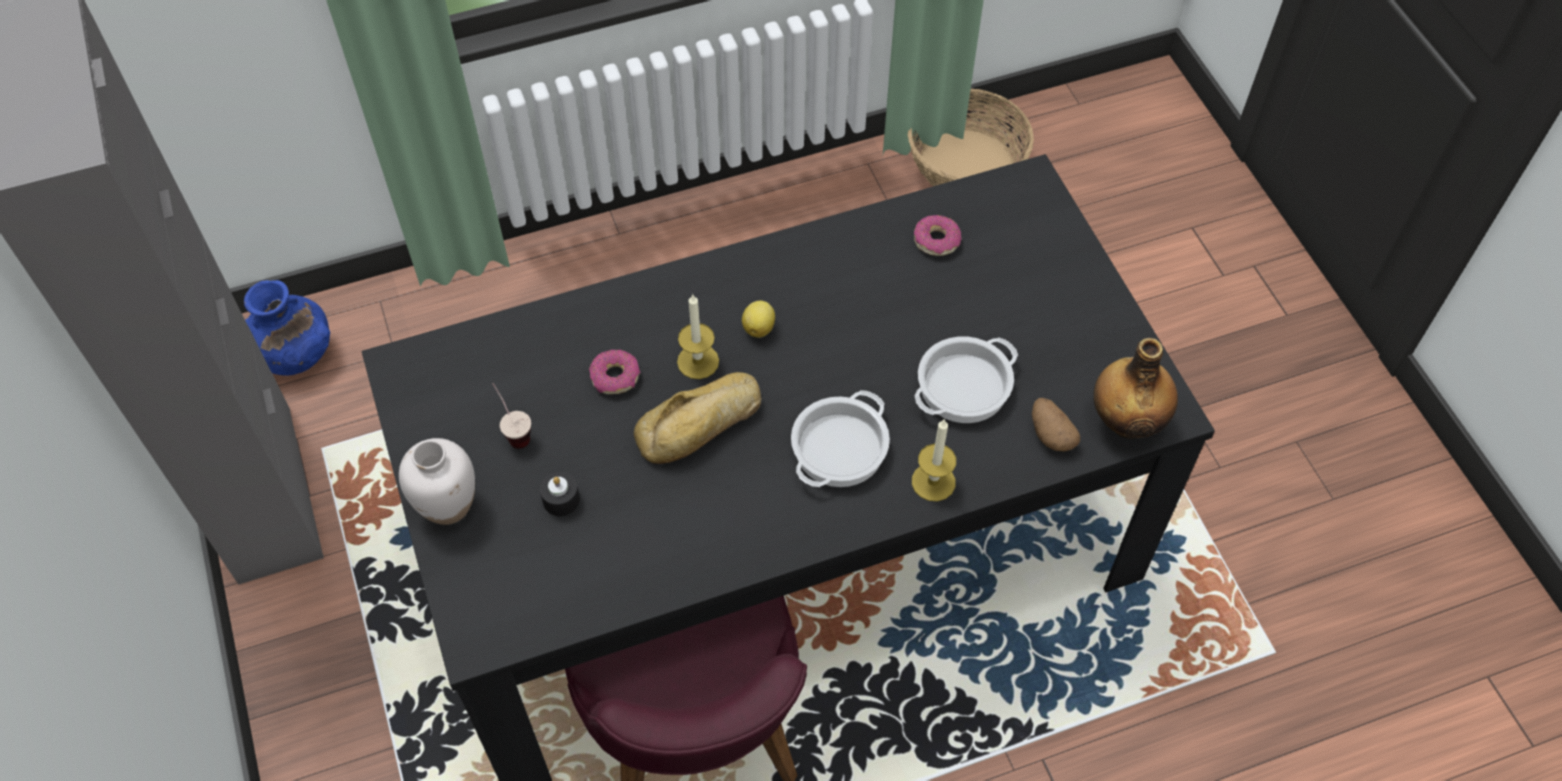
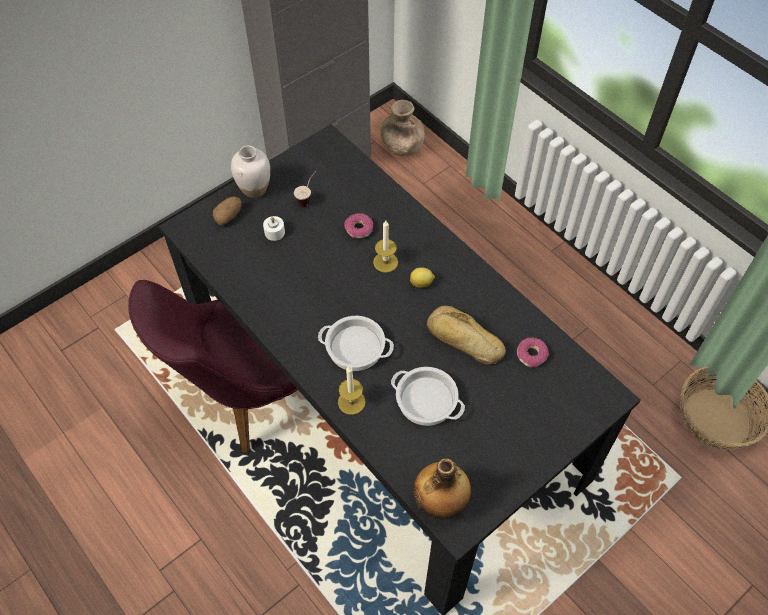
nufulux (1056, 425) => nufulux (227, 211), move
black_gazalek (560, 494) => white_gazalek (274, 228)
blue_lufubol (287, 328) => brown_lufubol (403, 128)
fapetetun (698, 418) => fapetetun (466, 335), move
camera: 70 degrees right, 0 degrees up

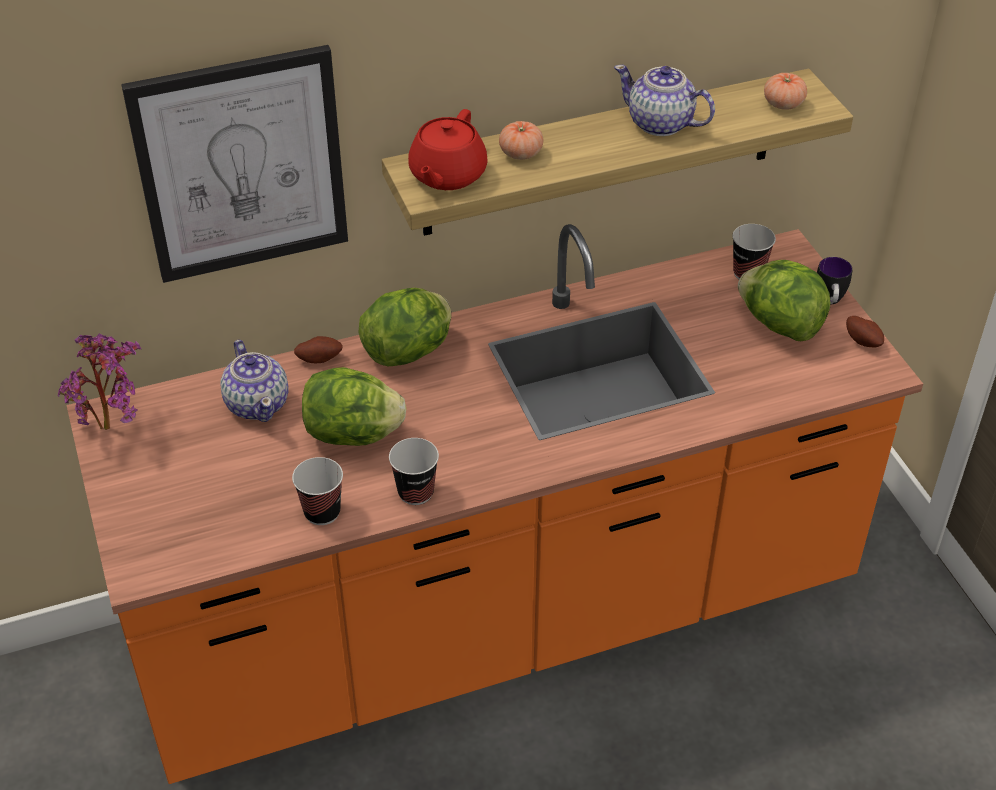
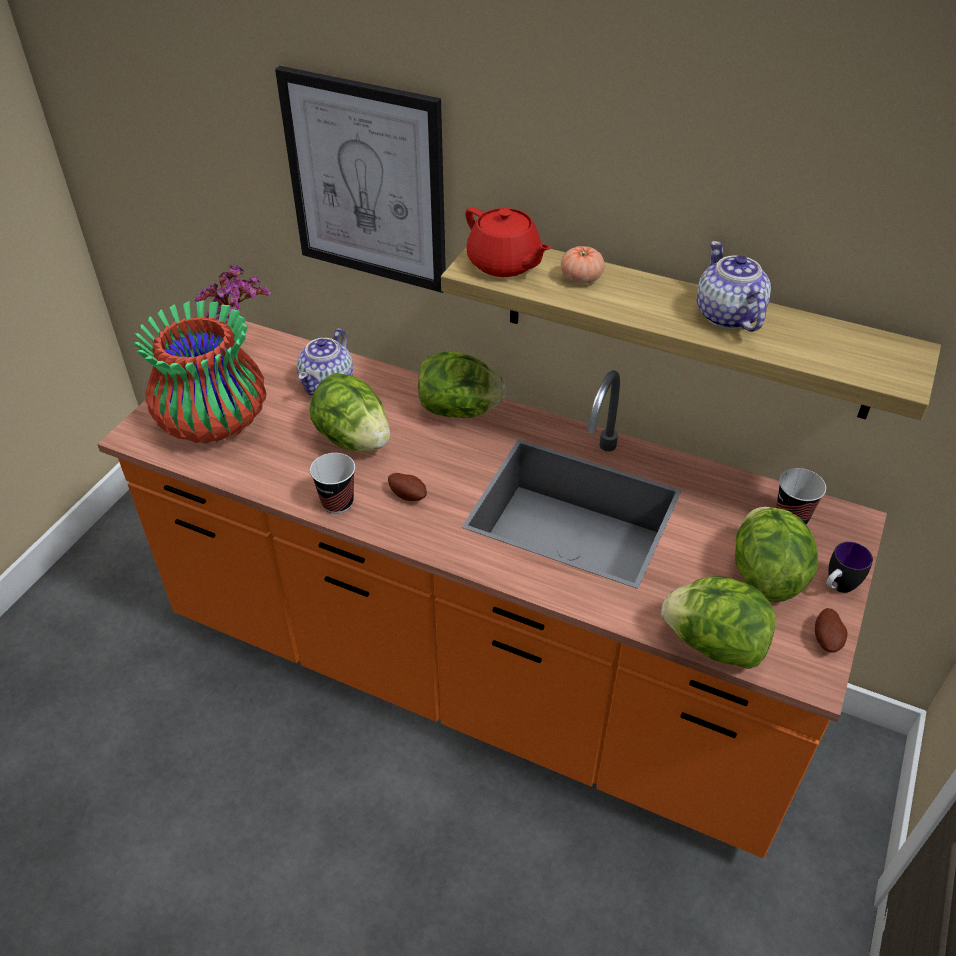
nothing => lufubol (200, 371)
nufulux (318, 349) => nufulux (407, 487), move
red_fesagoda (448, 149) => red_fesagoda (508, 242), 105 degrees counterclockwise
nothing => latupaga (718, 622)
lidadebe (317, 491) => nothing
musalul (785, 91) => nothing
camera: 45 degrees right, 0 degrees up

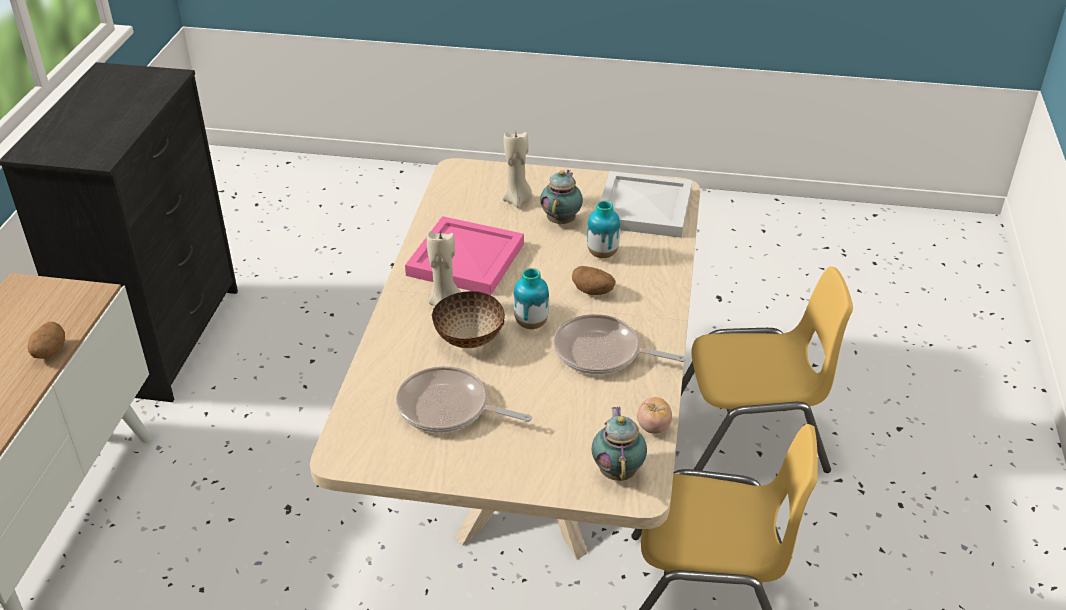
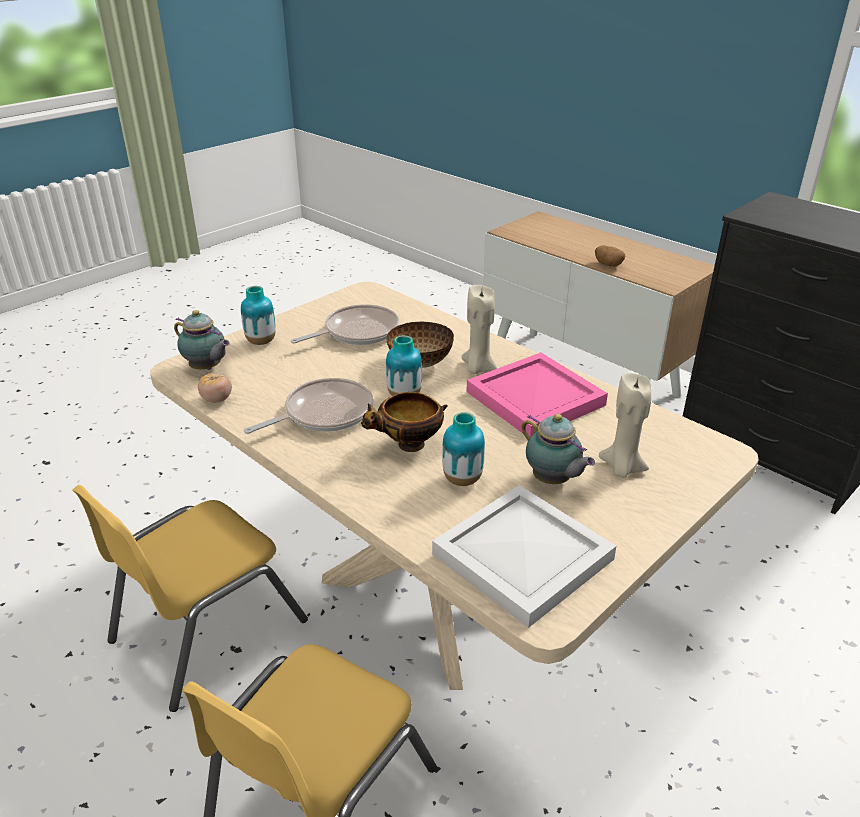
nothing => lufubol (258, 315)
nufulux (594, 280) => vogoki (404, 422)
camera: 125 degrees right, 5 degrees down

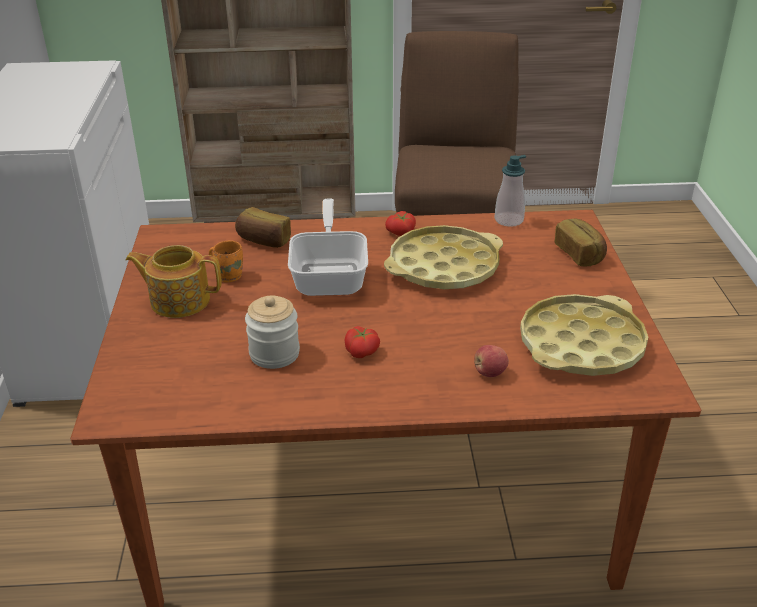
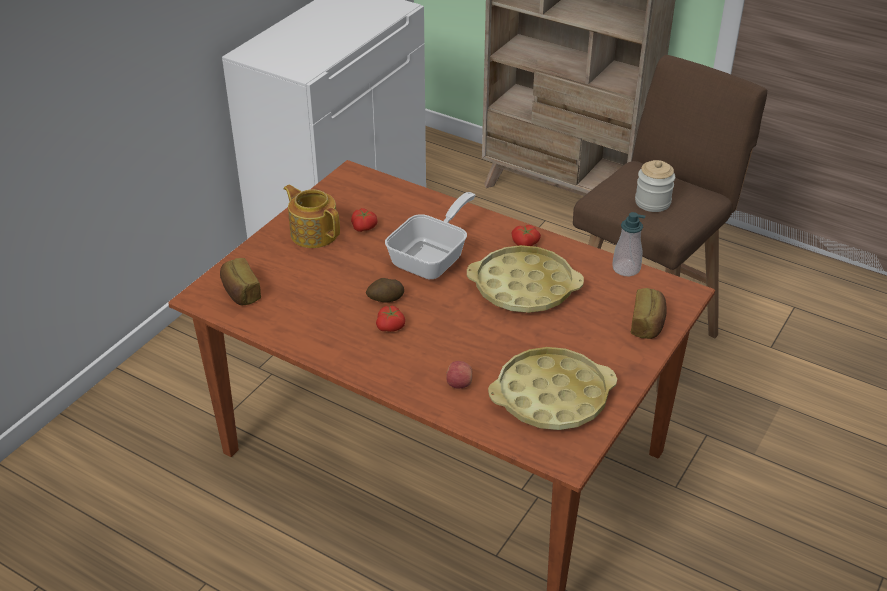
fapetetun (263, 227) => fapetetun (240, 281), move
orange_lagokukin (226, 261) => musalul (364, 220)
nothing => nufulux (385, 290)
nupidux (272, 332) => nupidux (655, 186), move
camera: 35 degrees right, 5 degrees up

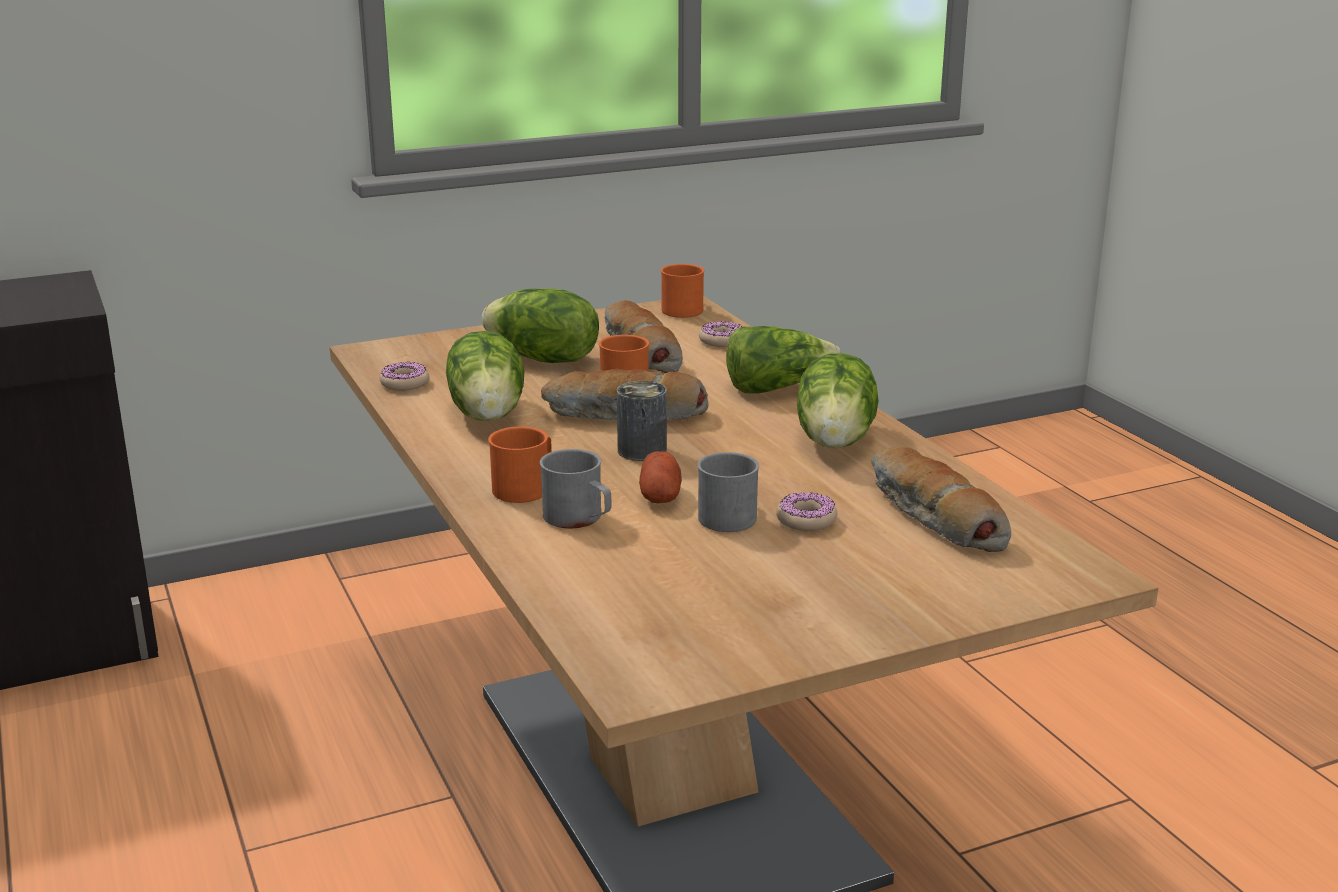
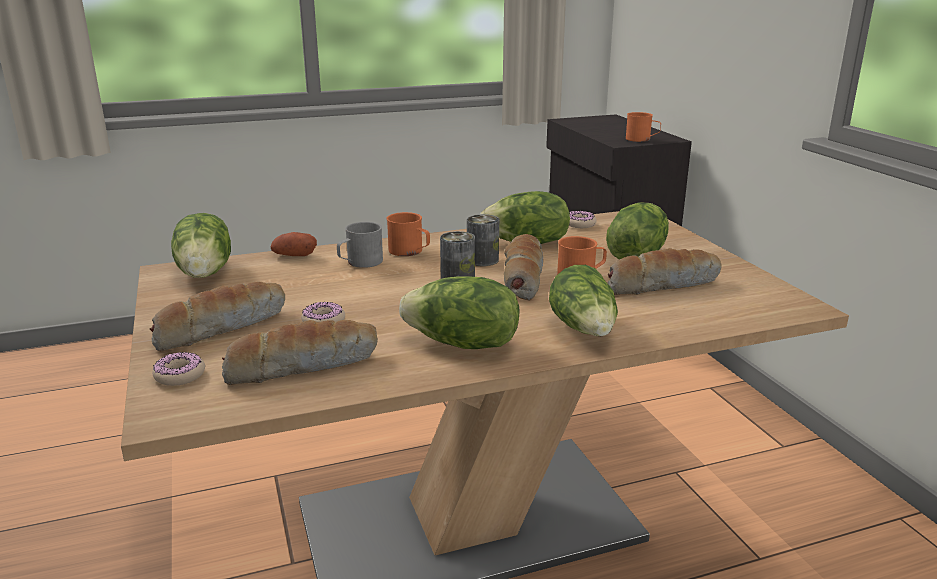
nothing => fapetetun (217, 317)
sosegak (720, 334) => sosegak (178, 369), move
nothing => latupaga (201, 245)
nufulux (660, 477) => nufulux (294, 244), move
nothing => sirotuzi (483, 240)
orange_lagokukin (682, 291) => orange_lagokukin (643, 127), move
grey_lagokukin (728, 492) => nothing
camera: 95 degrees right, 0 degrees up

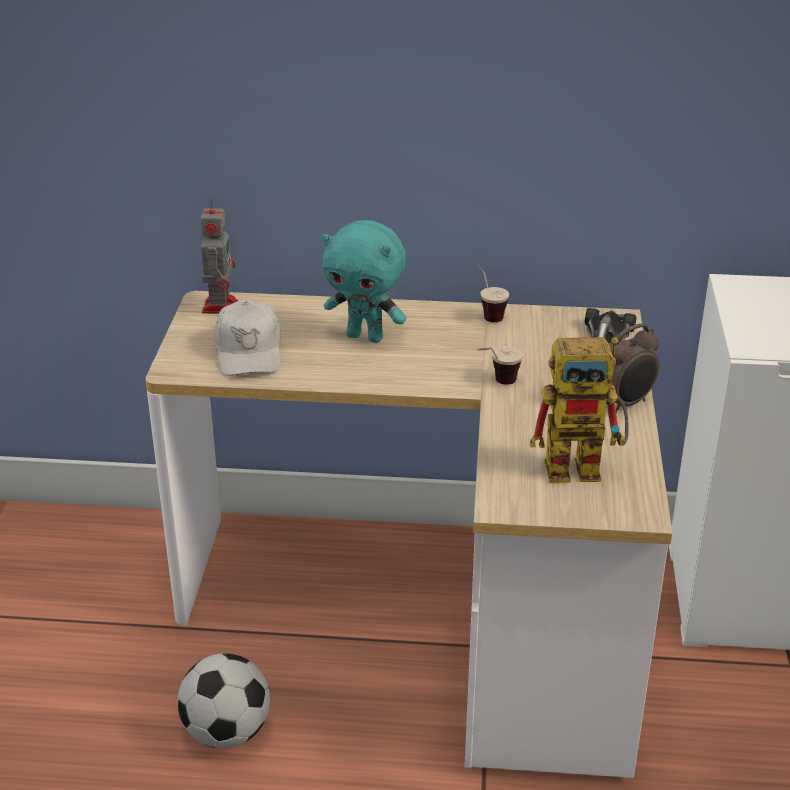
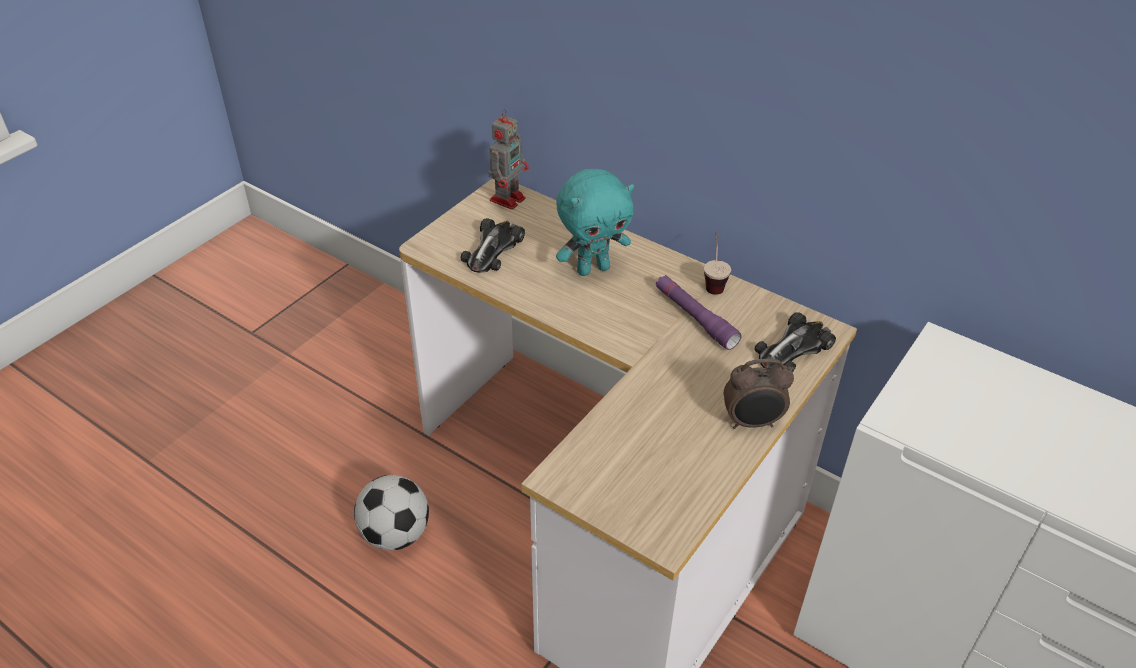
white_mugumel (247, 338) => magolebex (493, 245)
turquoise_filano (364, 281) => turquoise_filano (595, 222), 75 degrees counterclockwise
nothing => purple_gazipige (699, 312)
lidadebe (500, 365) => nothing
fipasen (579, 410) => nothing
camera: 30 degrees right, 10 degrees up

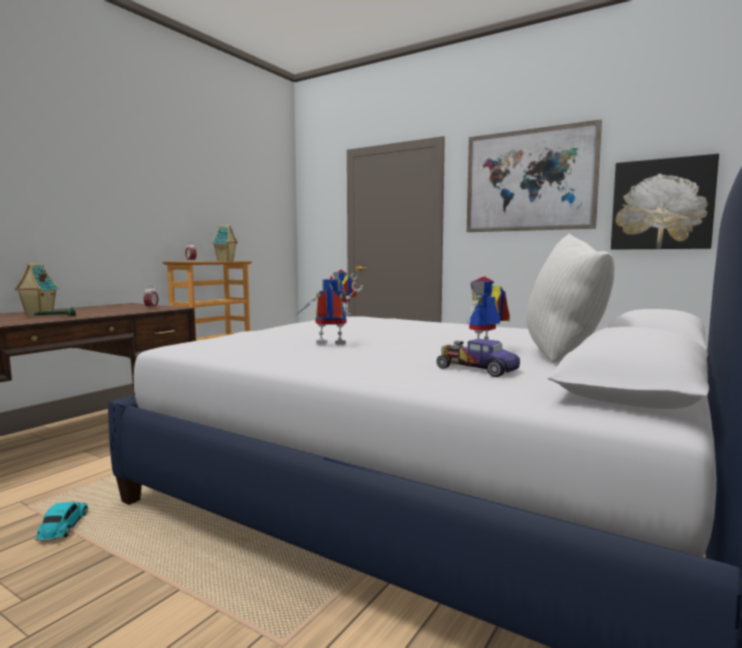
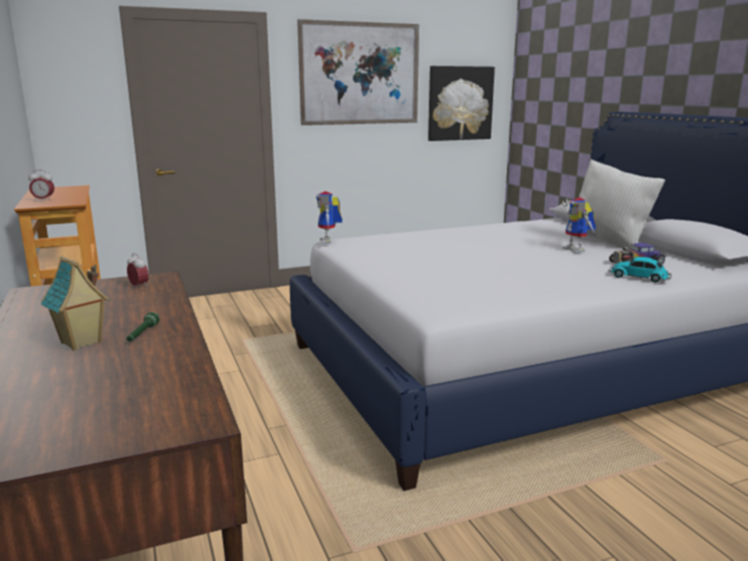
magolebex (61, 522) => magolebex (640, 269), move
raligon (225, 243) => nothing
fipasen (328, 310) => nothing
camera: 55 degrees left, 10 degrees up

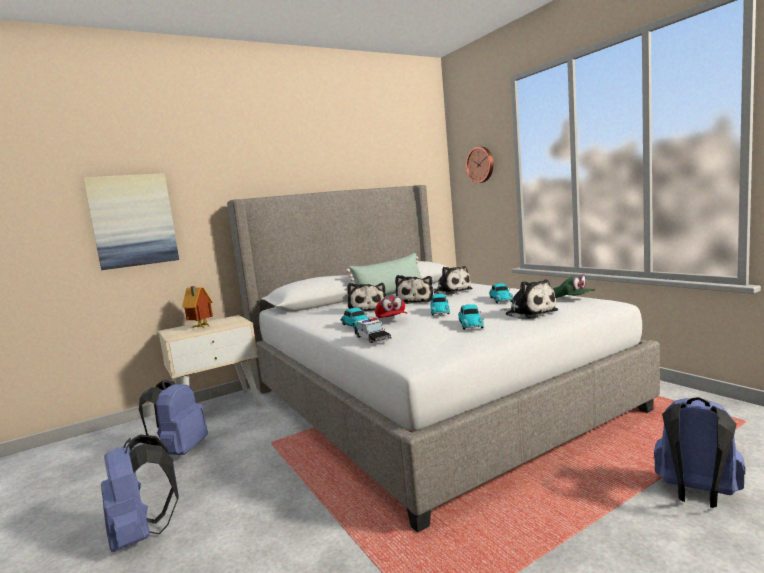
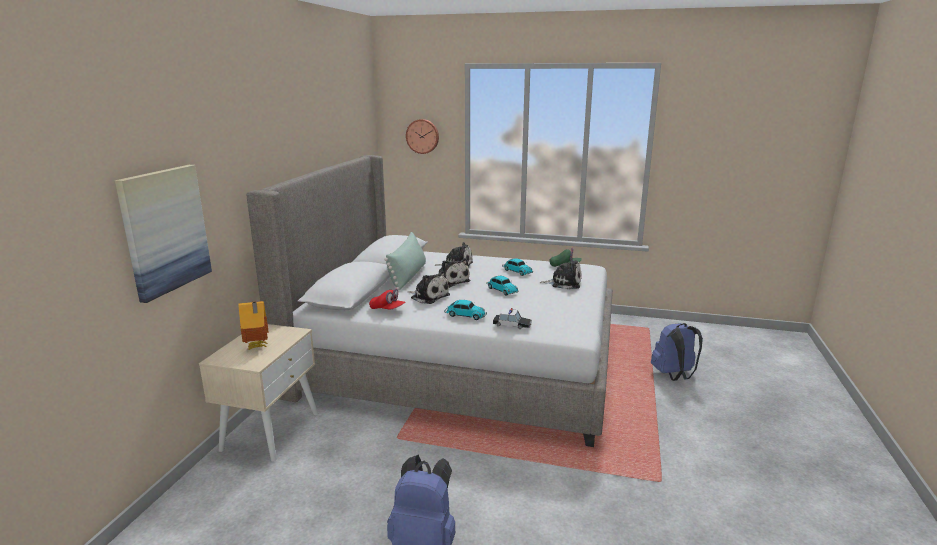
red_mugumel (391, 307) => red_mugumel (387, 299), move
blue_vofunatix (173, 417) => nothing
magolebex (471, 317) => nothing
camera: 45 degrees left, 10 degrees up

